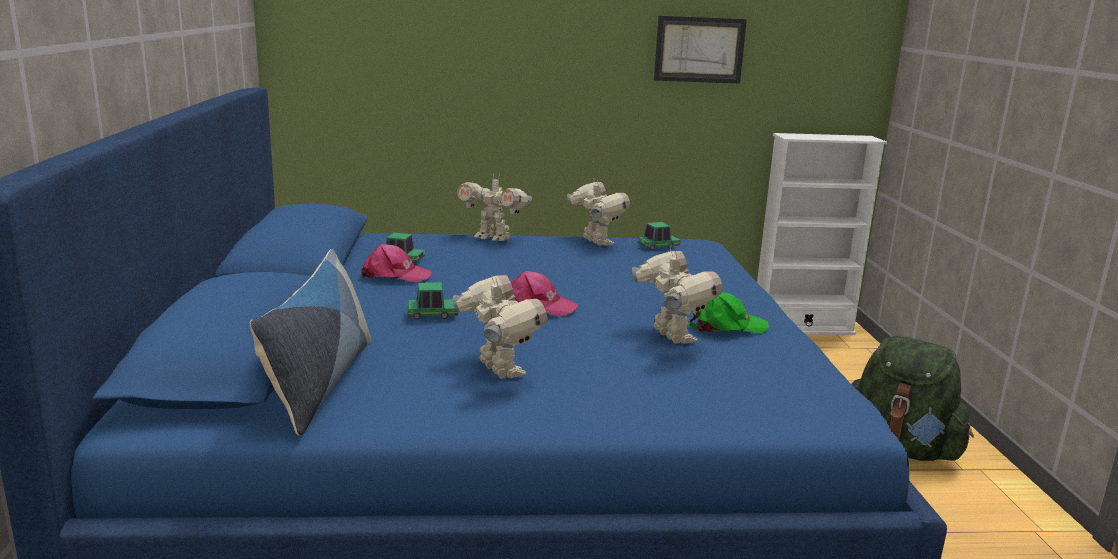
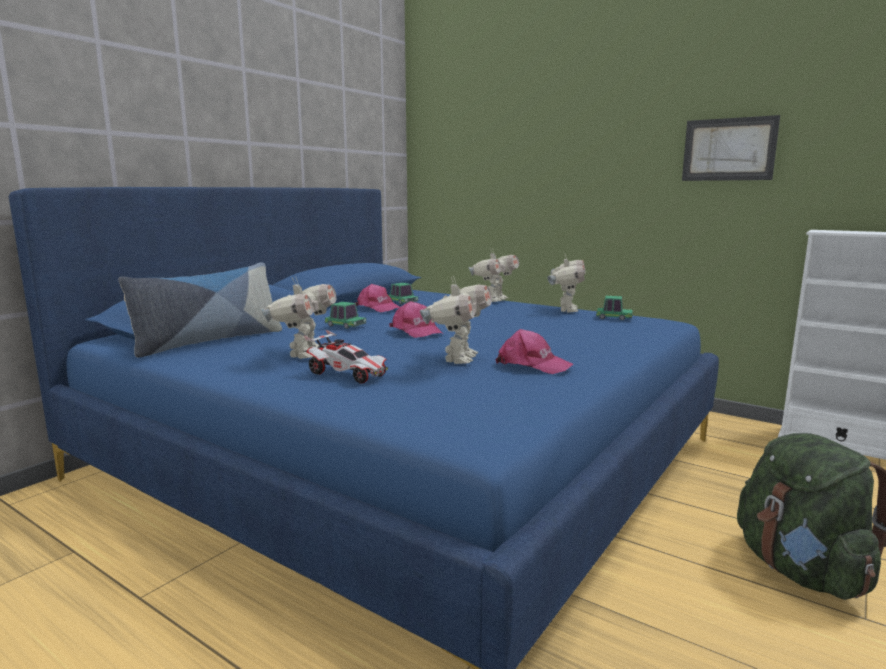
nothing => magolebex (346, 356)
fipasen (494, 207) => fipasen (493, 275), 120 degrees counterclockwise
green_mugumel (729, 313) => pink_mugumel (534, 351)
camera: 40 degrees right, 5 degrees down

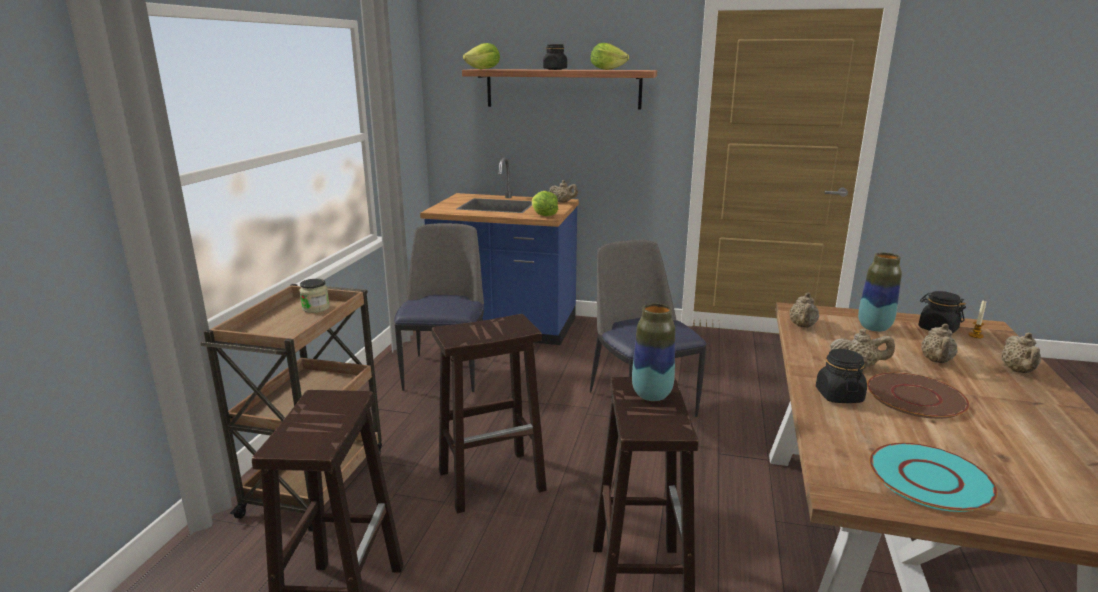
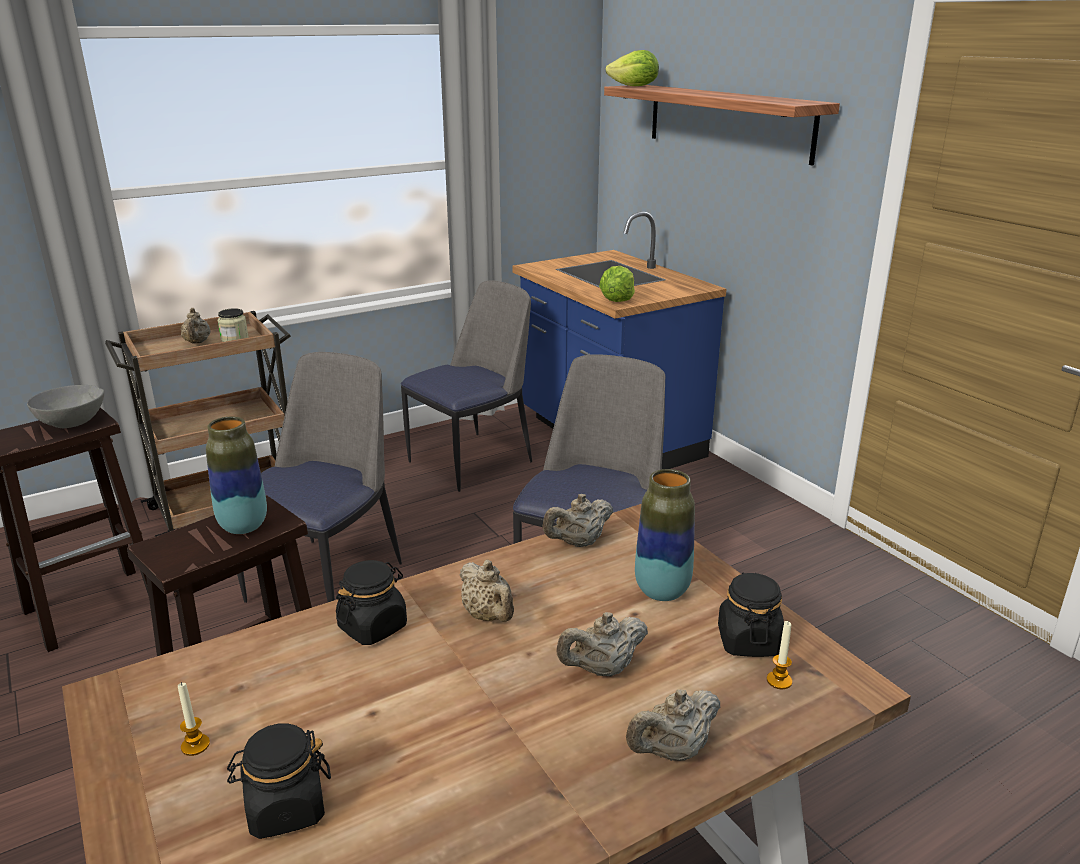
nothing => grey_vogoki (65, 406)
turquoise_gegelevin (933, 477) => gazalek (194, 719)
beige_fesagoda (563, 191) => beige_fesagoda (196, 325), move
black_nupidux (555, 57) => black_nupidux (279, 781), move
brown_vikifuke (489, 414) => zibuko (319, 477)
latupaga (609, 56) => nothing
brown_gegelevin (918, 395) => nothing
camera: 45 degrees right, 5 degrees up

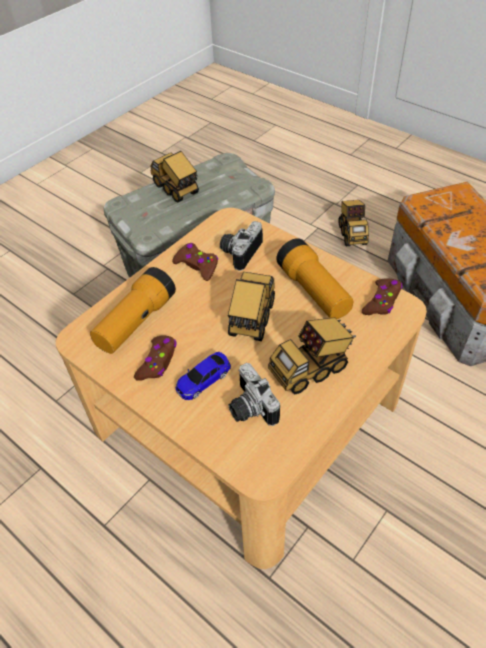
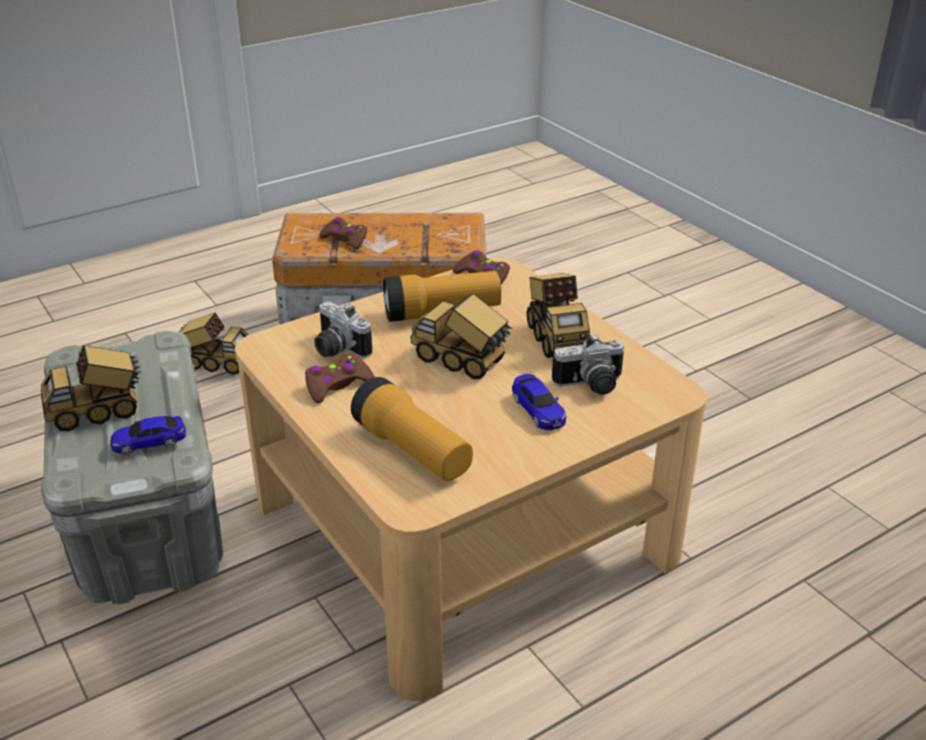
nothing => magolebex (148, 435)
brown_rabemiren (155, 358) => brown_rabemiren (343, 233), move
camera: 75 degrees left, 15 degrees down

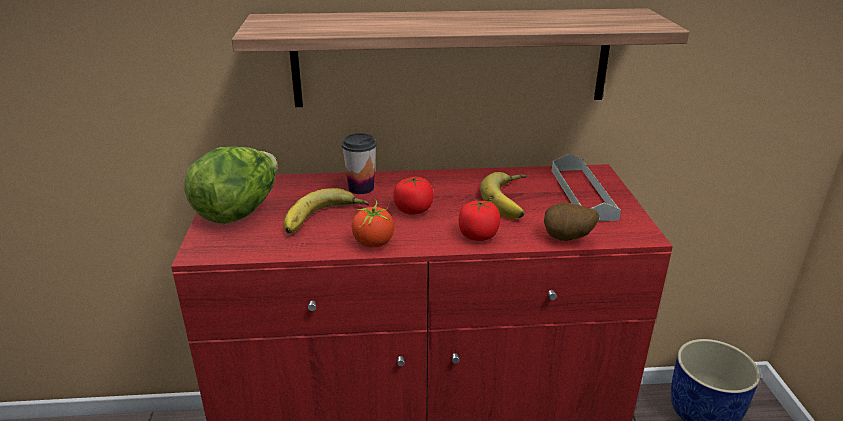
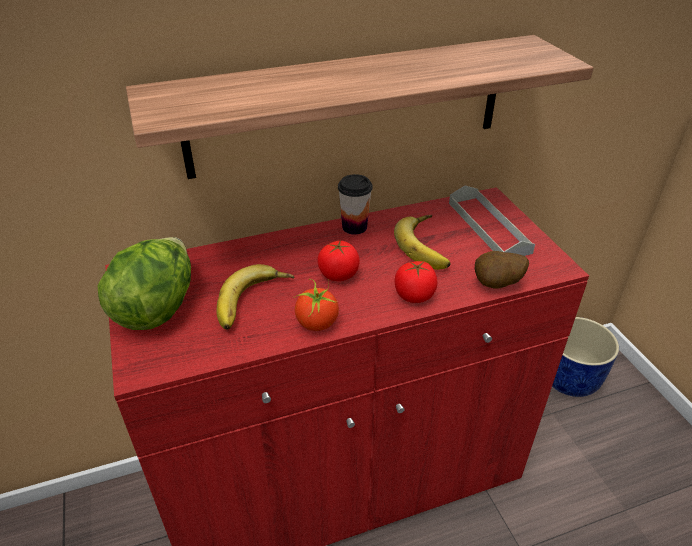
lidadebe (359, 163) => lidadebe (355, 204), move
camera: 15 degrees left, 10 degrees up

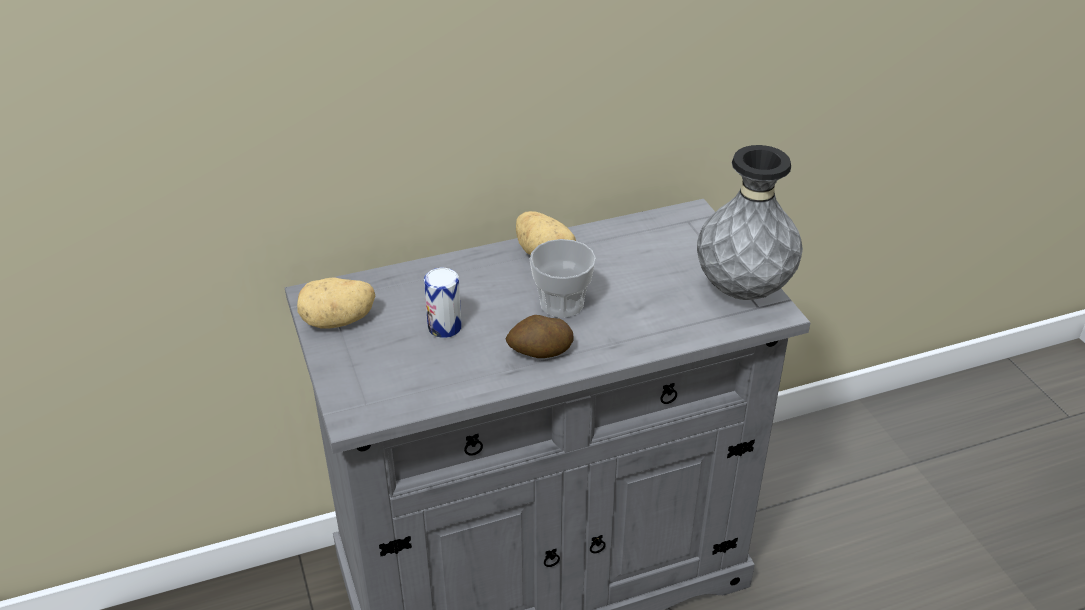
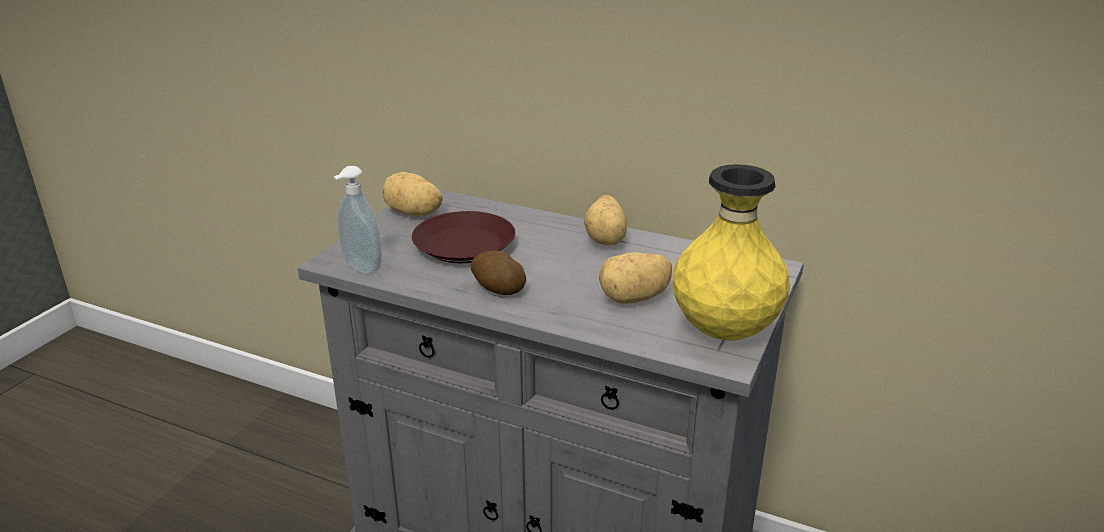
nothing => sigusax (357, 220)
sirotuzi (443, 303) => brown_gegelevin (463, 237)
nothing => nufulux (635, 278)
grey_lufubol (750, 222) => yellow_lufubol (731, 252)
lidadebe (562, 278) => nothing
camera: 45 degrees right, 10 degrees down

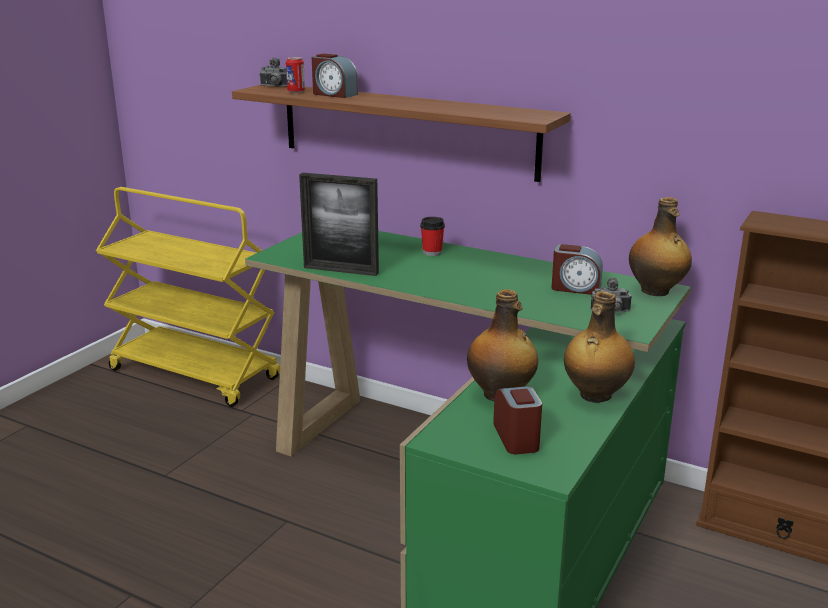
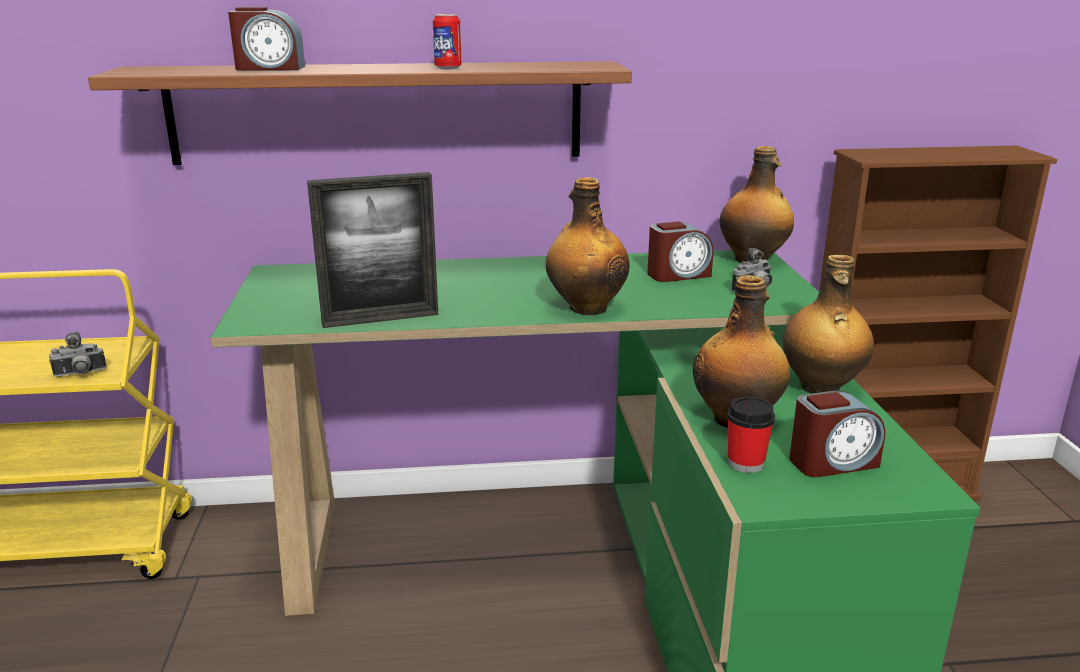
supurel (273, 72) => supurel (78, 354), move
sirotuzi (295, 75) => sirotuzi (447, 42), move
nothing => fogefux (587, 246)
lidadebe (432, 236) => lidadebe (751, 434), move
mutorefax (517, 420) => mutorefax (837, 434), 120 degrees clockwise
camera: 35 degrees left, 0 degrees up

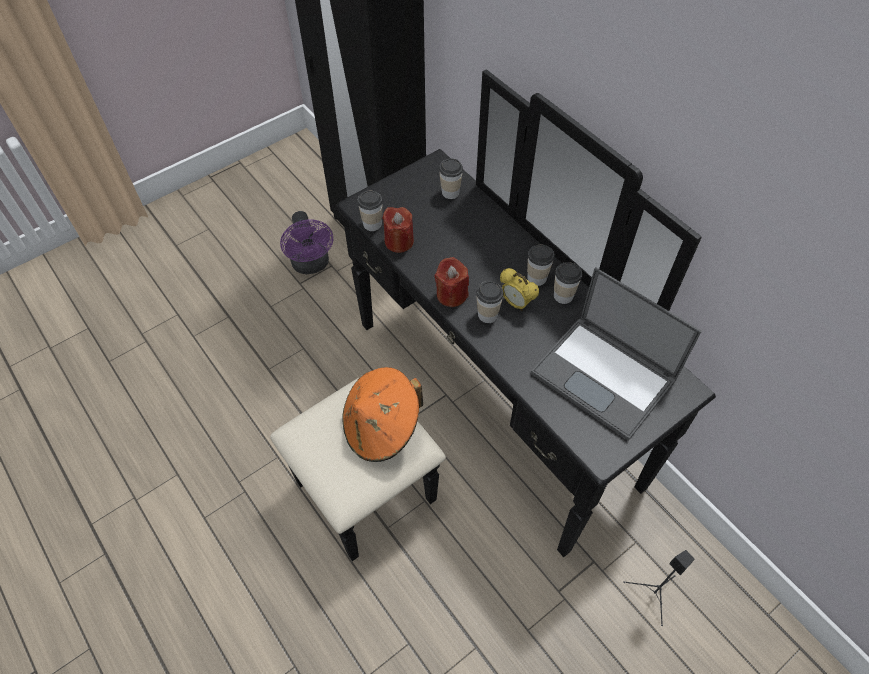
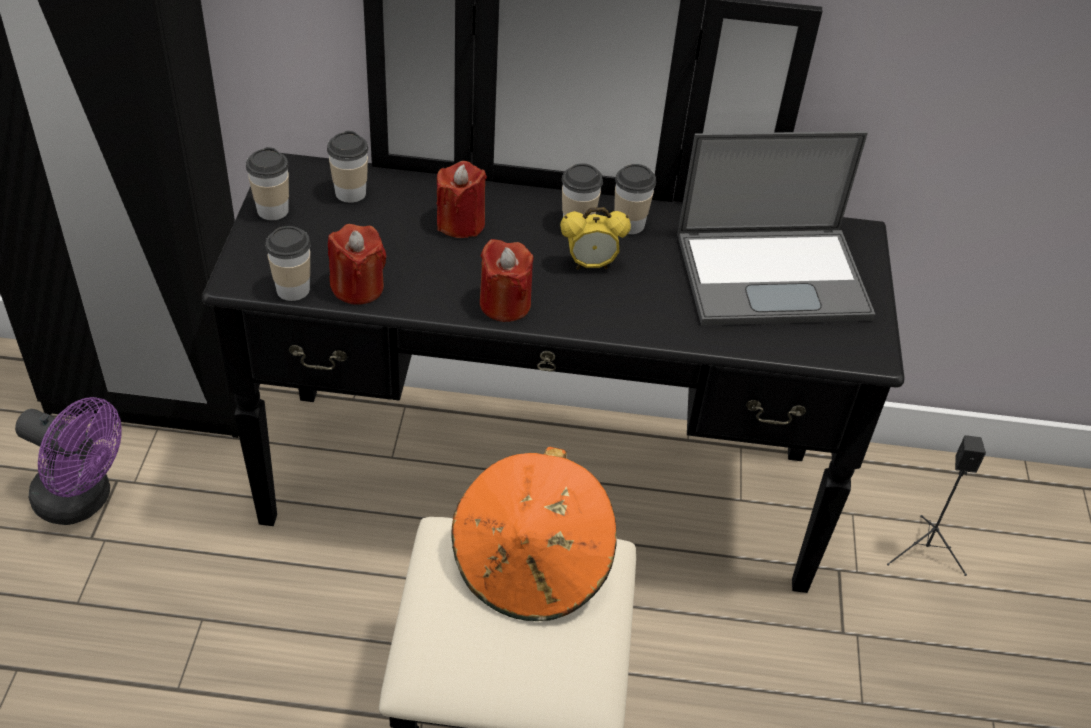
lidadebe (490, 302) => lidadebe (267, 183), move
nothing => red_gazalek (461, 199)
camera: 50 degrees left, 10 degrees down

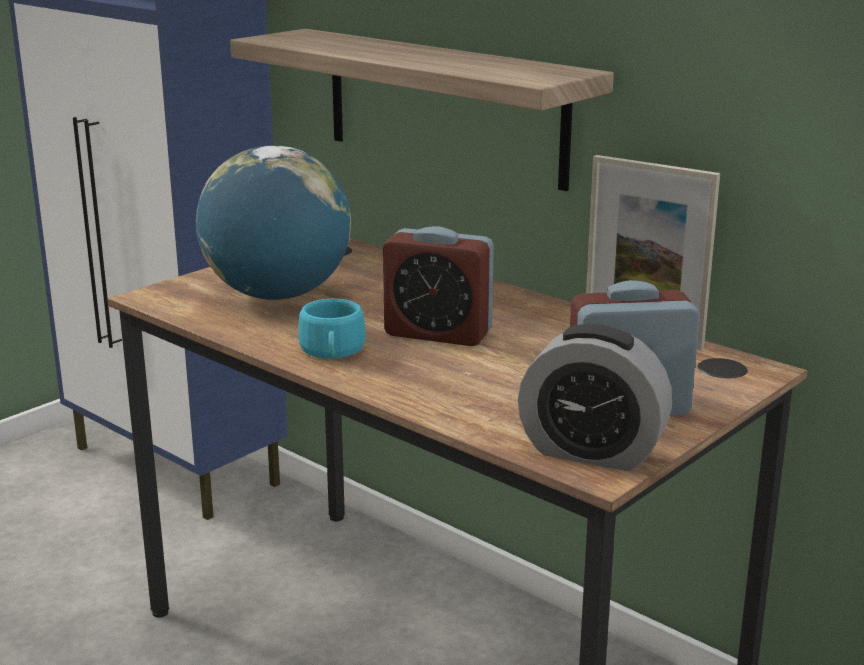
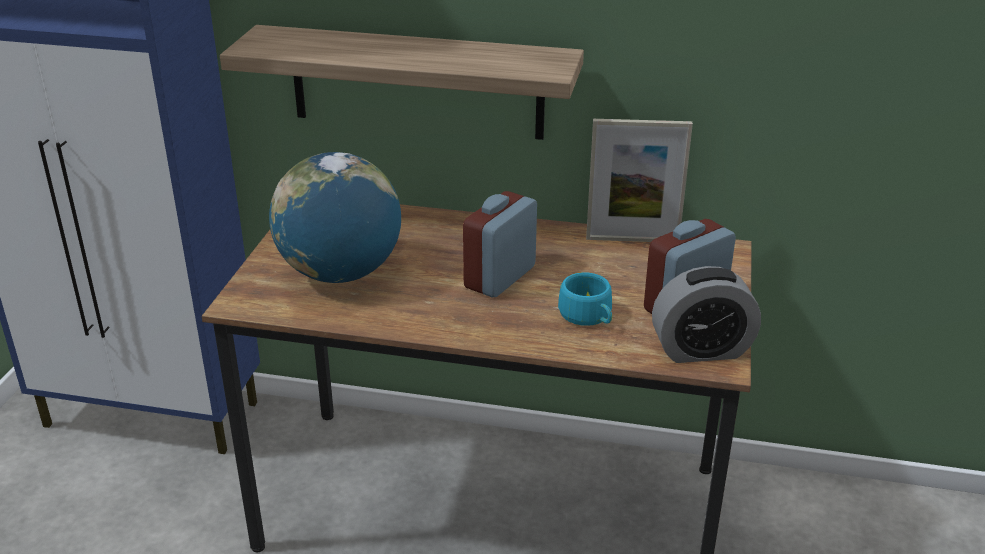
mutorefax (438, 286) => mutorefax (500, 244), 135 degrees clockwise
turquoise_lidadebe (332, 329) => turquoise_lidadebe (585, 299), move
camera: 30 degrees left, 10 degrees up

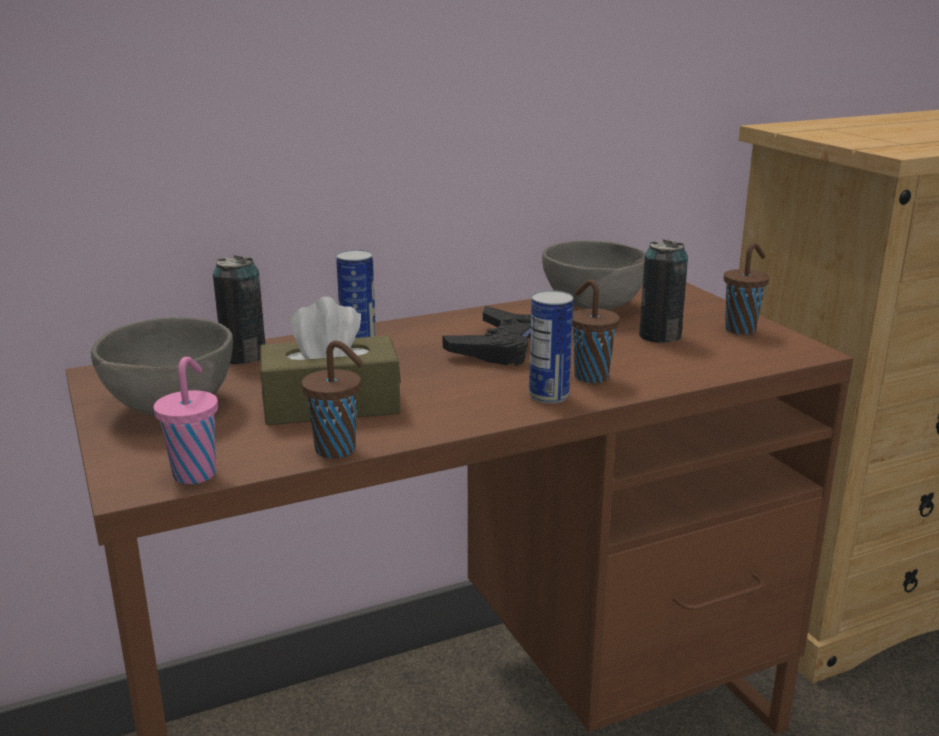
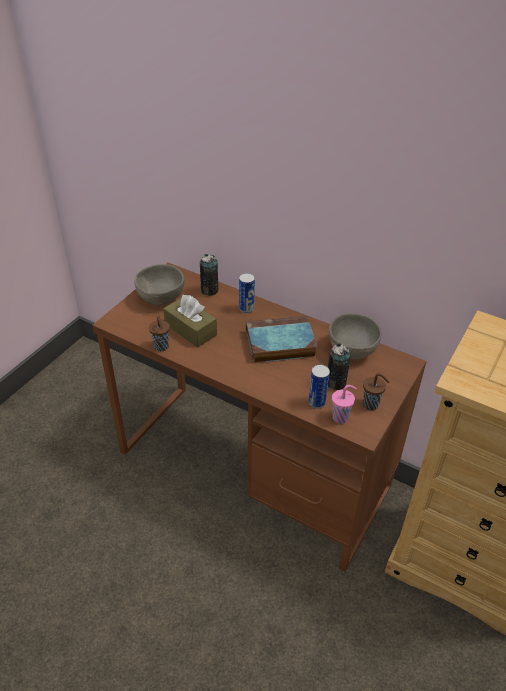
black_rabemiren (487, 336) => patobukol (282, 339)
sirotuzi (551, 347) => sirotuzi (319, 386), move
pink_lidadebe (186, 420) => pink_lidadebe (344, 404), move
brown_lidadebe (596, 331) => nothing
camera: 55 degrees right, 20 degrees up

